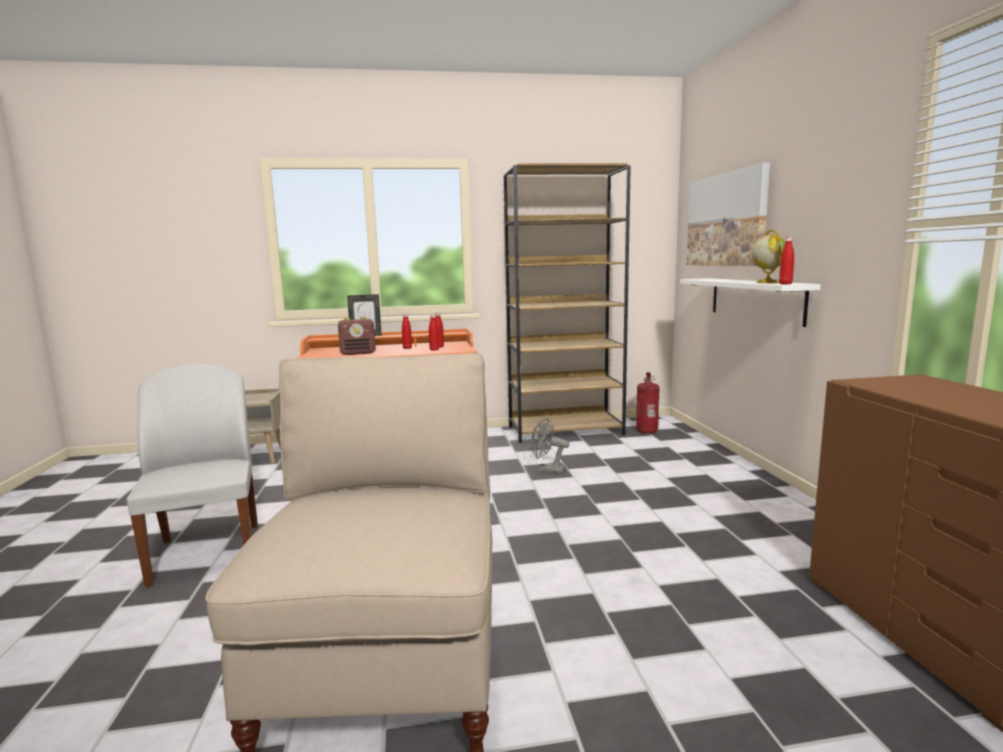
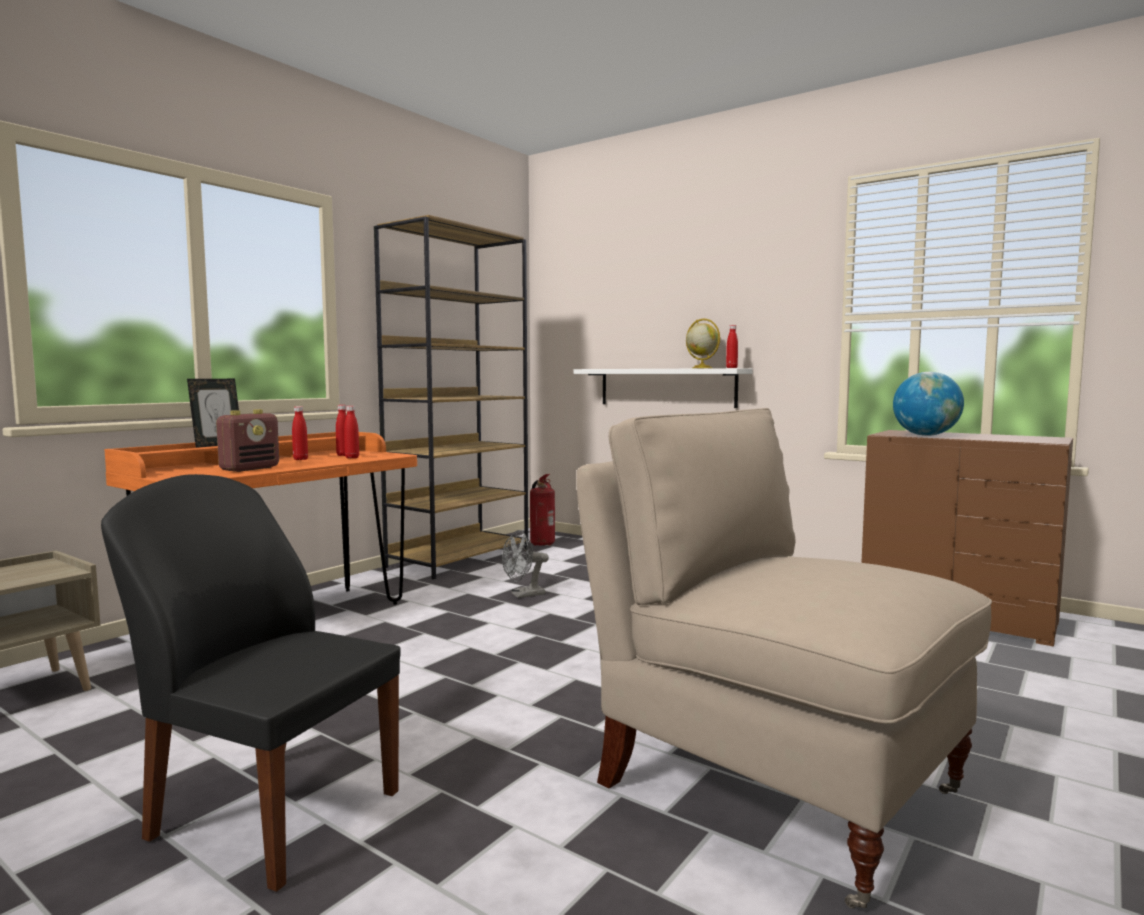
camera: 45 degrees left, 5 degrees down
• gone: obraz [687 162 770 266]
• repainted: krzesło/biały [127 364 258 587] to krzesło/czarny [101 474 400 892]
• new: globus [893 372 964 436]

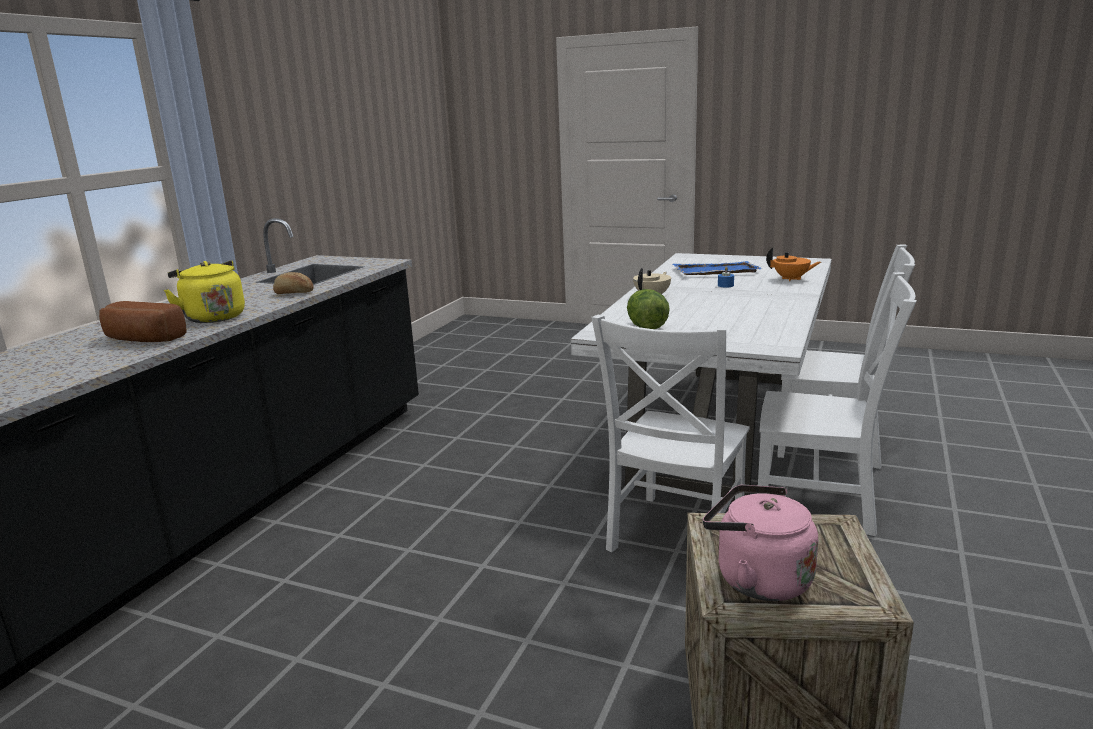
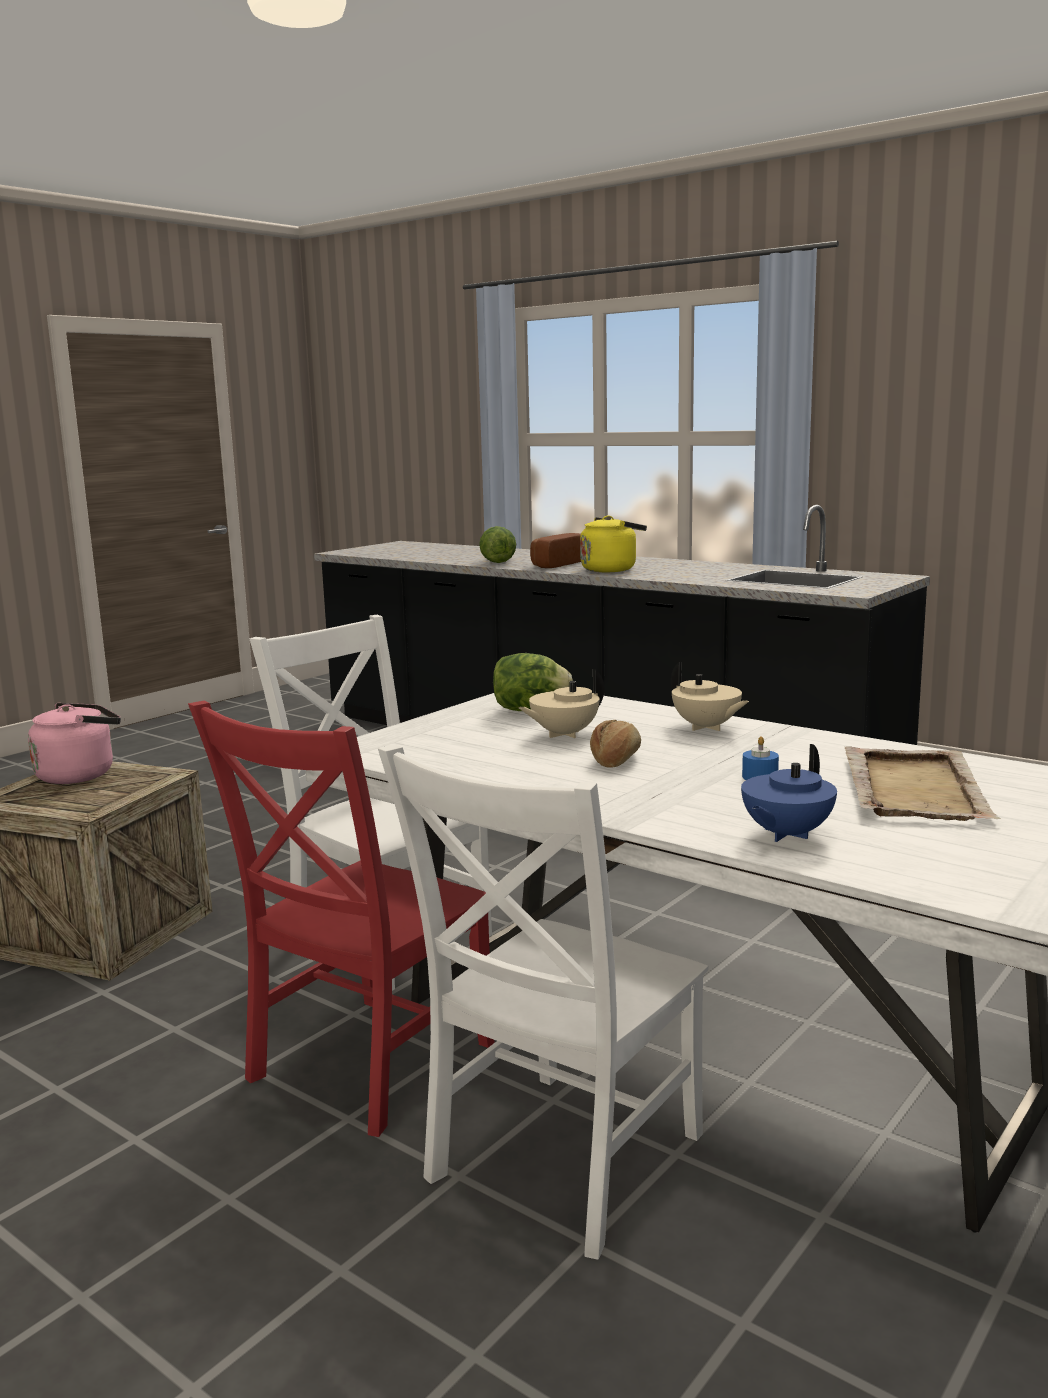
camera: 105 degrees right, 5 degrees down
• repainted: imbryk/pomarańczowy [766 248 821 281] to imbryk/niebieski [741 744 837 842]
• repainted: taca/niebieski [673 261 762 275] to taca/beżowy [845 746 1001 821]
• shifted: chleb [273 272 314 294] to [590 720 641 768]
• repainted: krzesło/biały [757 272 917 536] to krzesło/czerwony [188 701 494 1137]
• new: sałata [479 526 516 563]
• new: imbryk/beżowy [518 669 604 738]

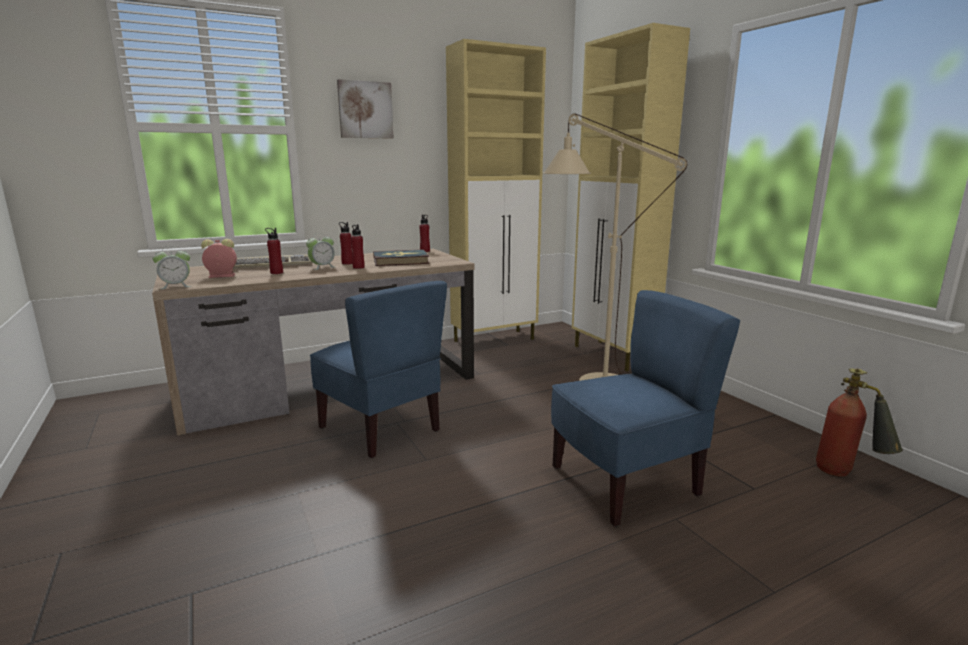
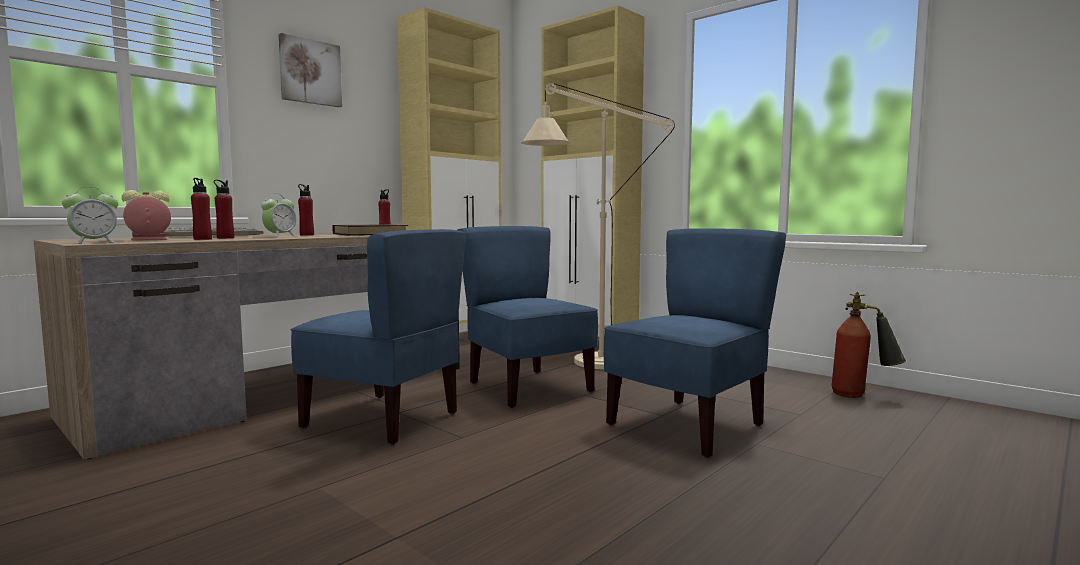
camera: 20 degrees left, 10 degrees down
• shifted: butelka/czerwony [351 224 365 269] to [191 178 212 240]
• new: krzesło/niebieski [457 226 598 408]

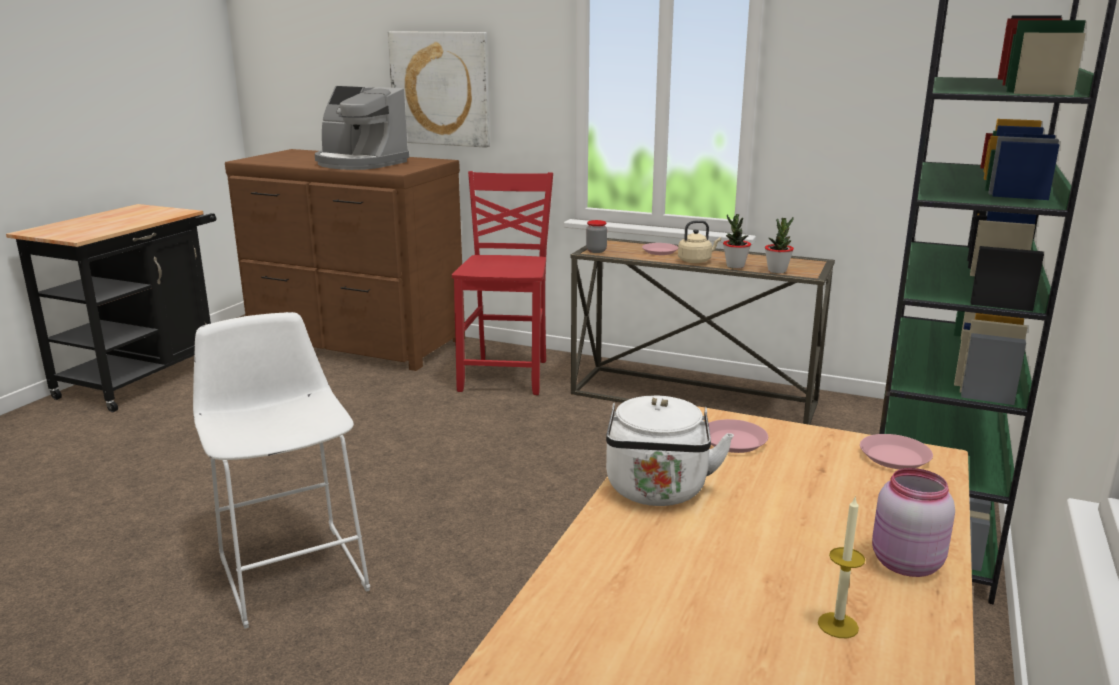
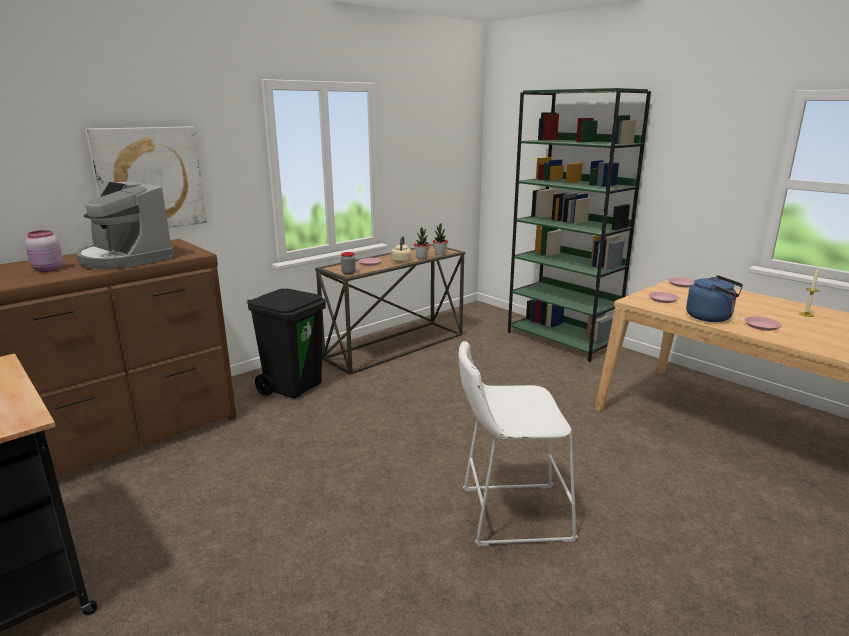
camera: 65 degrees left, 0 degrees up
• rotated: ekspres do kawy [315 86 409 170] = [76 181 174 270] 75 degrees clockwise
• swapped: krzesło/czerwony [452 171 553 395] to kosz na śmieci/czarny [246 288 326 399]
• repainted: czajnik/biały [606 396 734 506] to czajnik/niebieski [686 275 743 322]
• shifted: słoik/różowy [872 468 955 577] to [25 230 63 272]
• new: talerz/różowy [744 317 782 331]

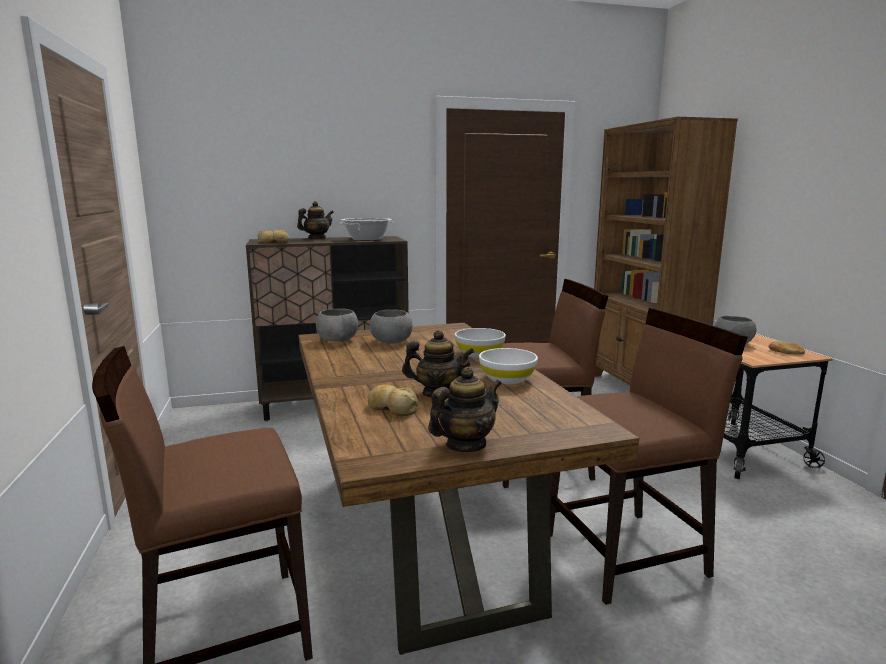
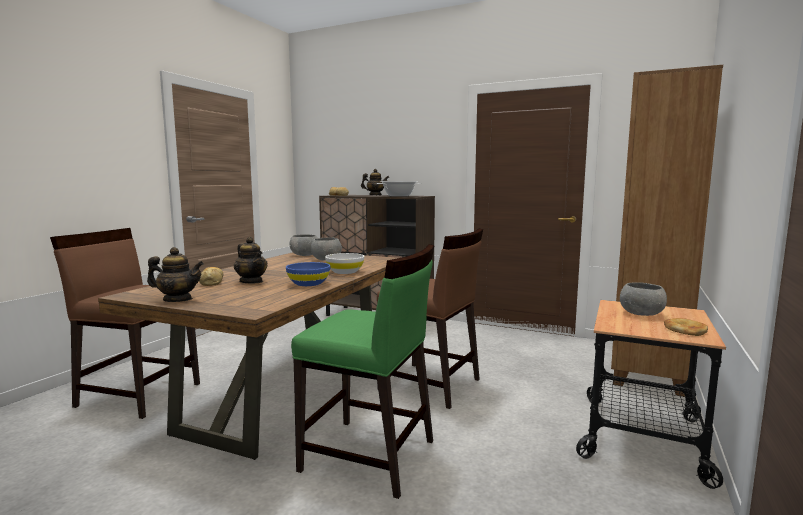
camera: 40 degrees right, 5 degrees down
• repainted: krzesło/brązowy [549 308 748 605] to krzesło/zielony [291 244 435 499]
• repainted: miska/biały [479 348 538 384] to miska/niebieski [286 262 331 286]

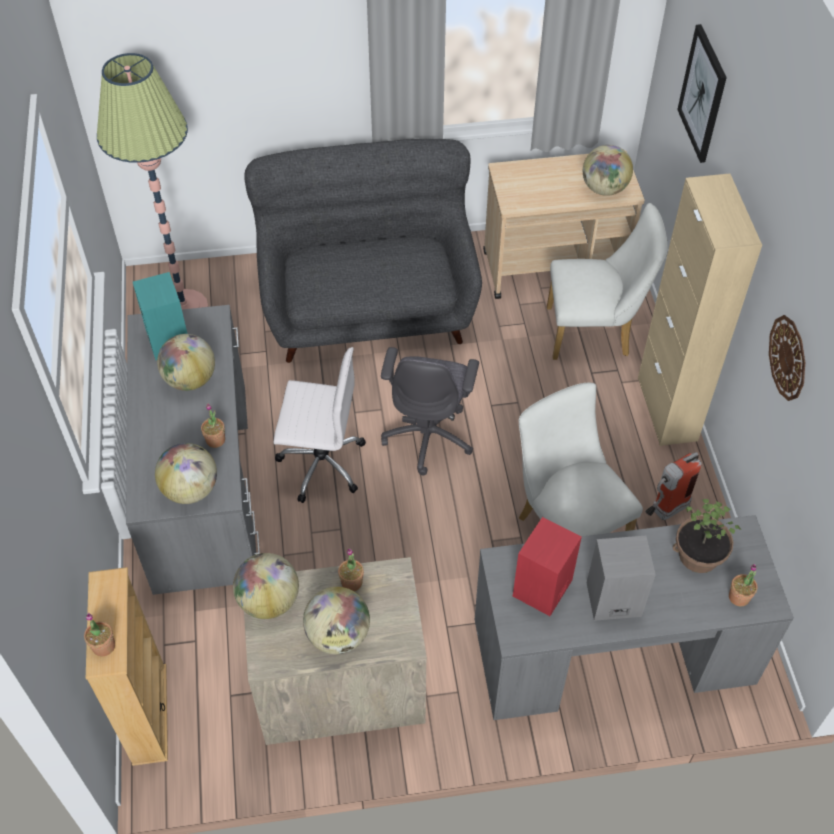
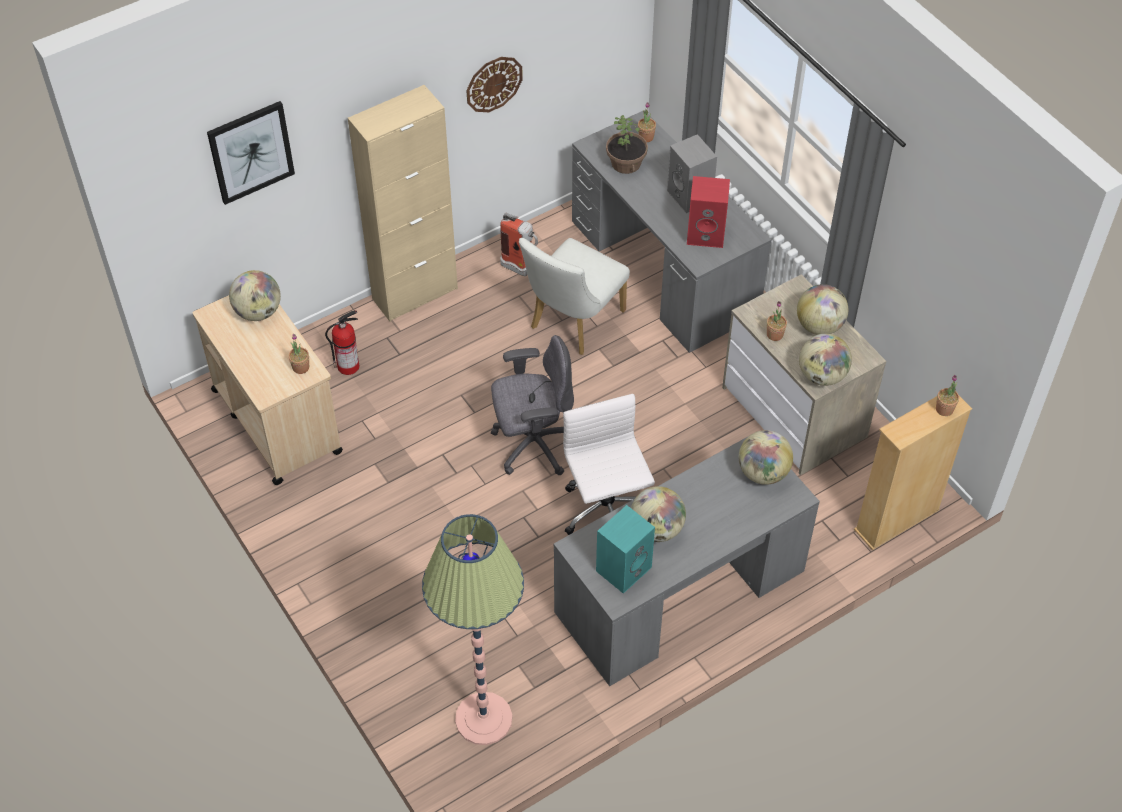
camera: 115 degrees left, 0 degrees up
• gone: kanapa/szary [244 139 482 363]
• swapped: krzesło/biały [547 203 667 360] to gaśnica [325 310 359 375]
• shifted: roślina doniczkowa [201 404 225 448] to [288 334 309 374]

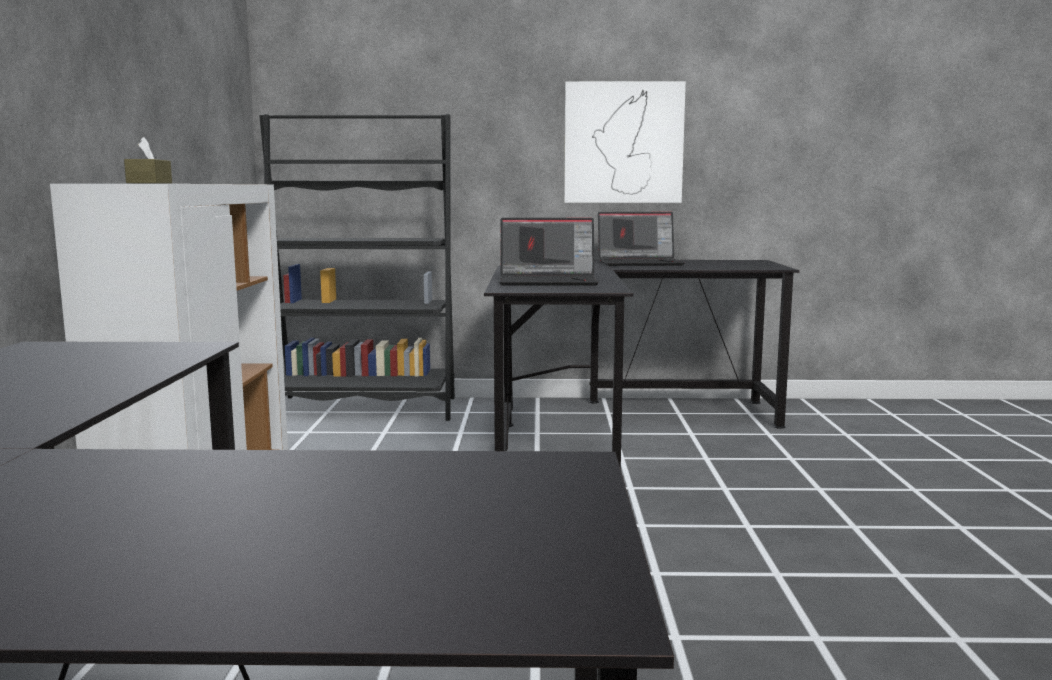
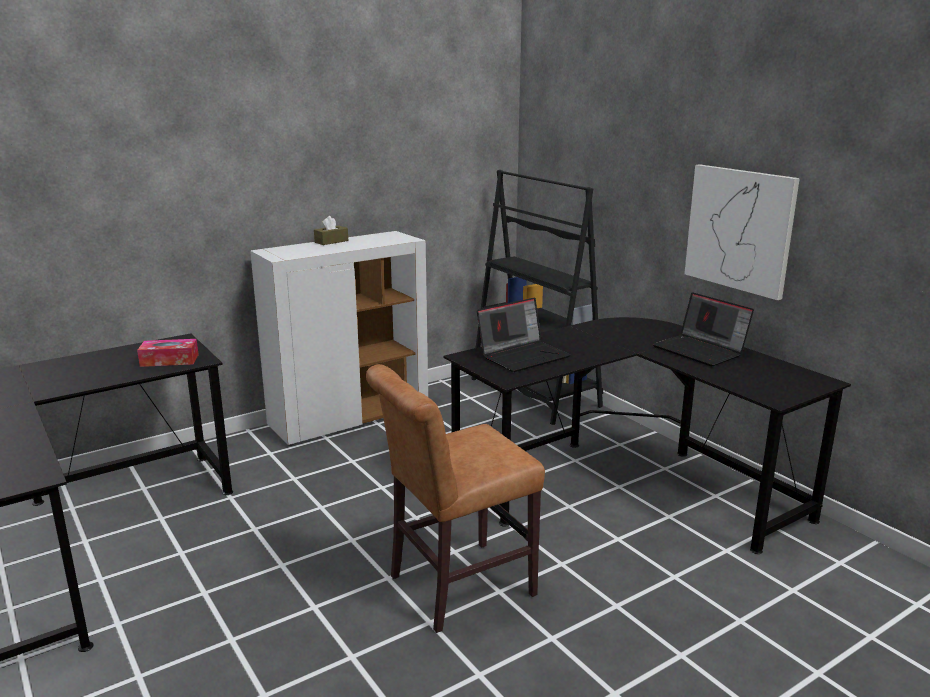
camera: 55 degrees right, 10 degrees up
• rotated: laptop [499 218 599 286] = [477 297 571 372] 90 degrees counterclockwise
• new: pudełko chusteczek [137 339 199 367]
• new: krzesło/brązowy [366 364 545 633]

